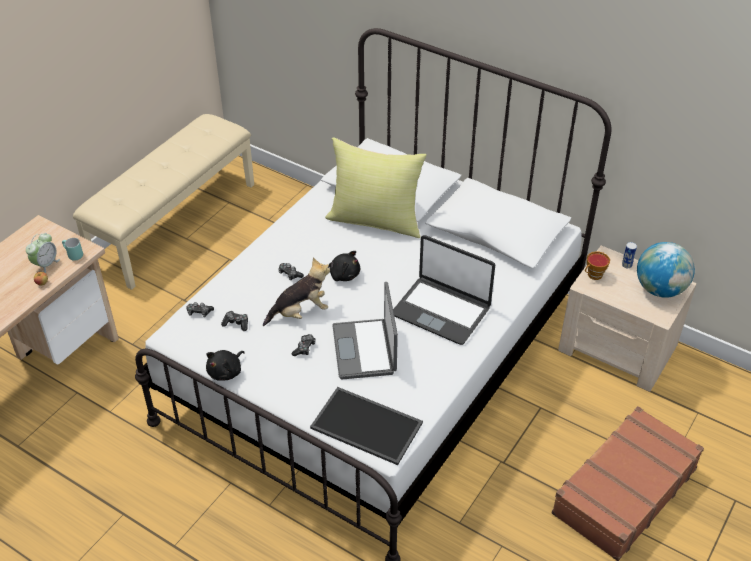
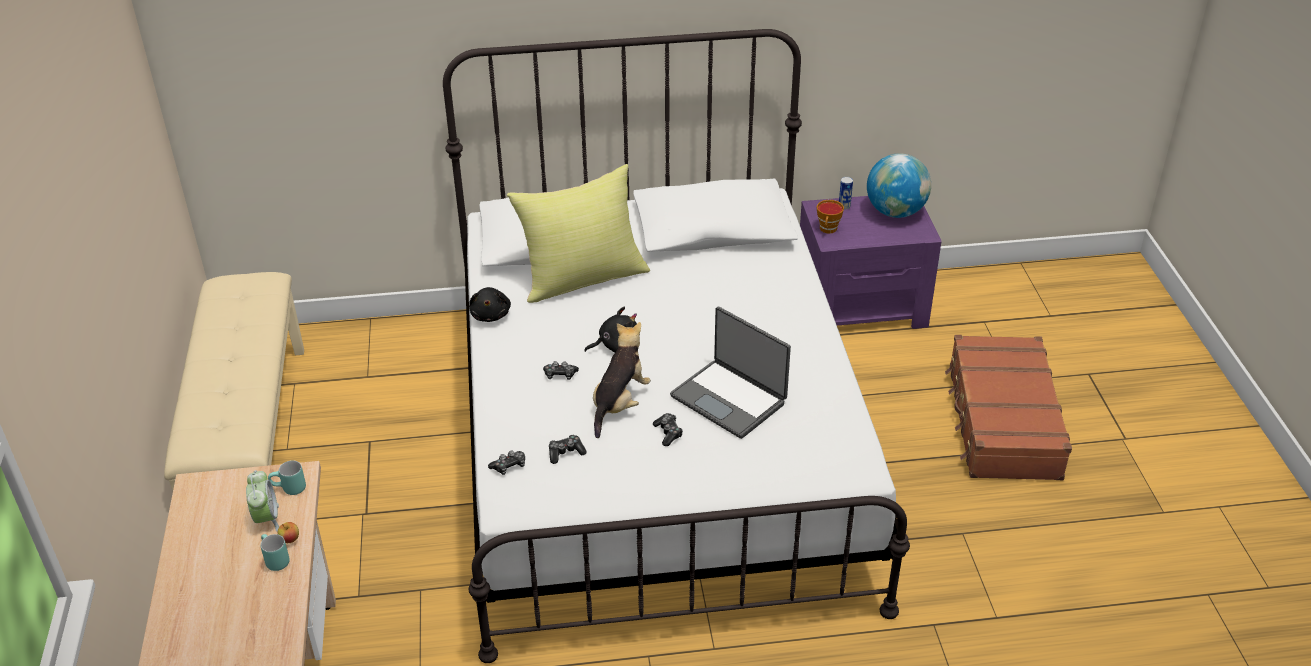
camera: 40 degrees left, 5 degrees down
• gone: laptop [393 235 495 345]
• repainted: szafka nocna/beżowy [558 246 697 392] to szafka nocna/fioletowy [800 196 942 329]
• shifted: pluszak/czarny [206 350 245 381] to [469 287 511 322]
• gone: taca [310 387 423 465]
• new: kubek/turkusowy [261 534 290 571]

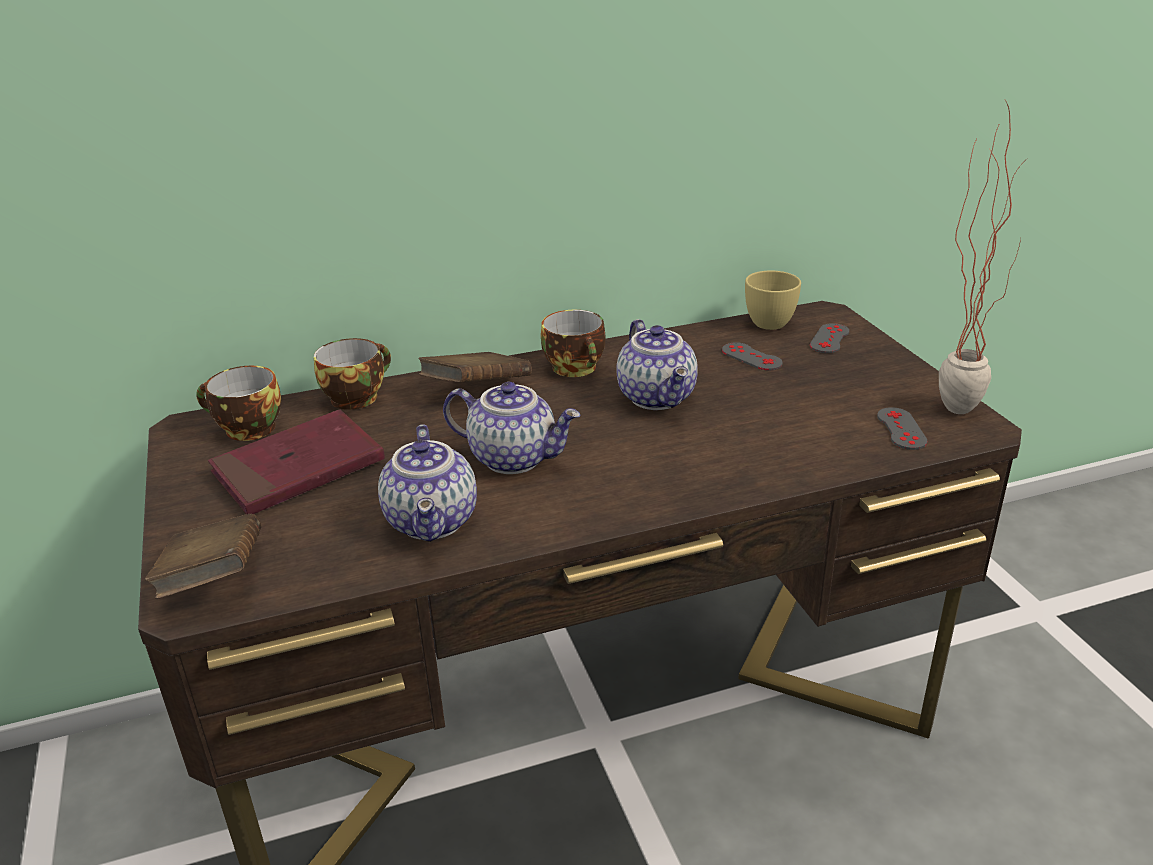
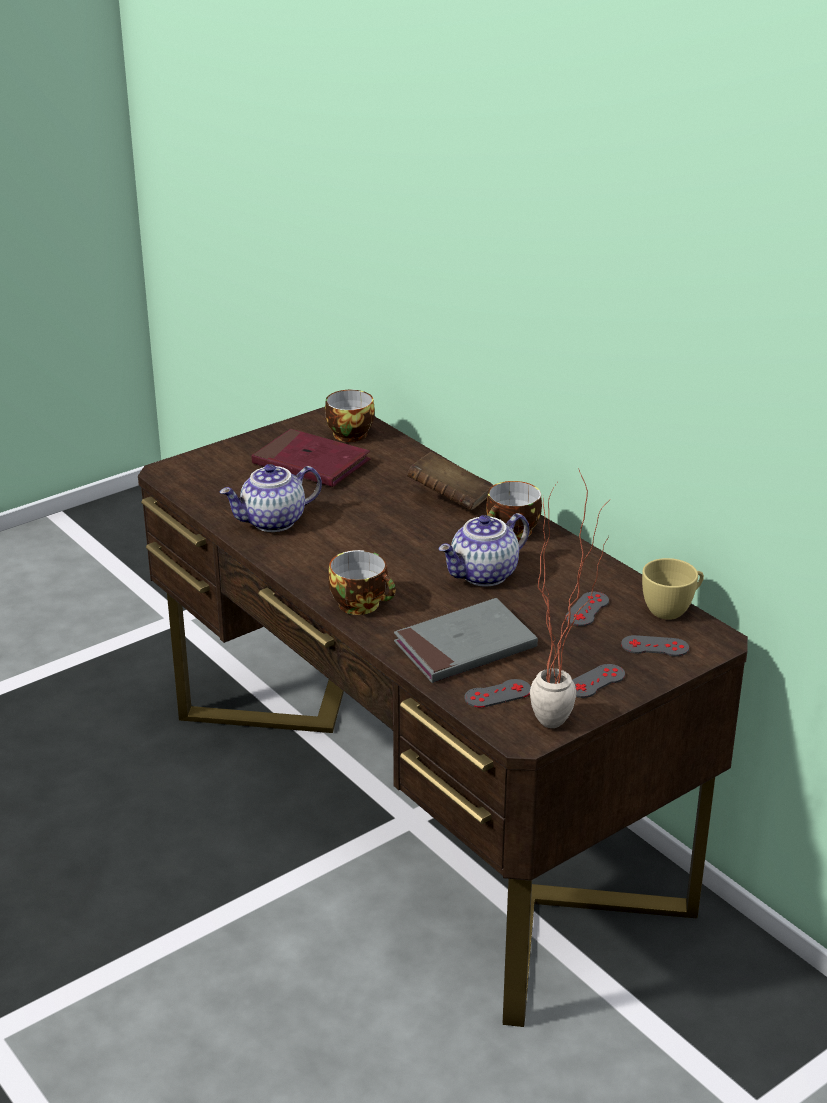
camera: 70 degrees right, 0 degrees up
• shifted: filiżanka [314 338 391 410] to [328 550 396 615]
• gone: imbryk [443 382 581 474]
• gone: książka/brązowy [145 514 262 599]
• new: książka/szary [394 598 538 683]
• new: pad do gier/szary [572 664 625 698]

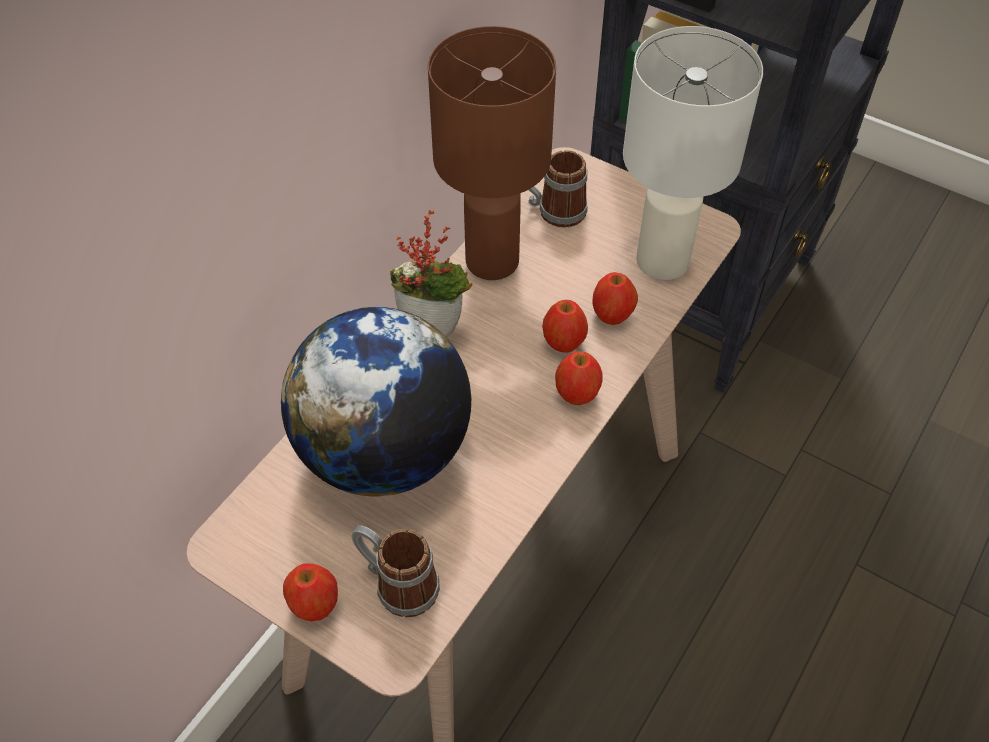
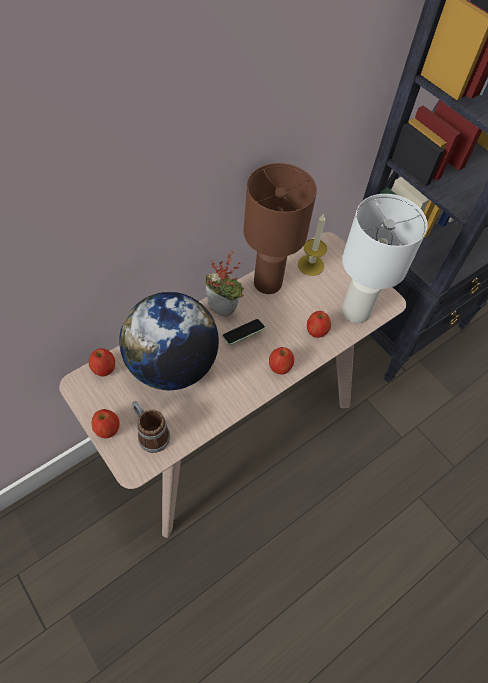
camera: 15 degrees right, 5 degrees up
• swapped: kubek [529 150 587 228] to świeca [298 213 327 276]
• shifted: jabłko [542 300 588 353] to [89 348 115 377]
• new: telefon [222 319 266 345]

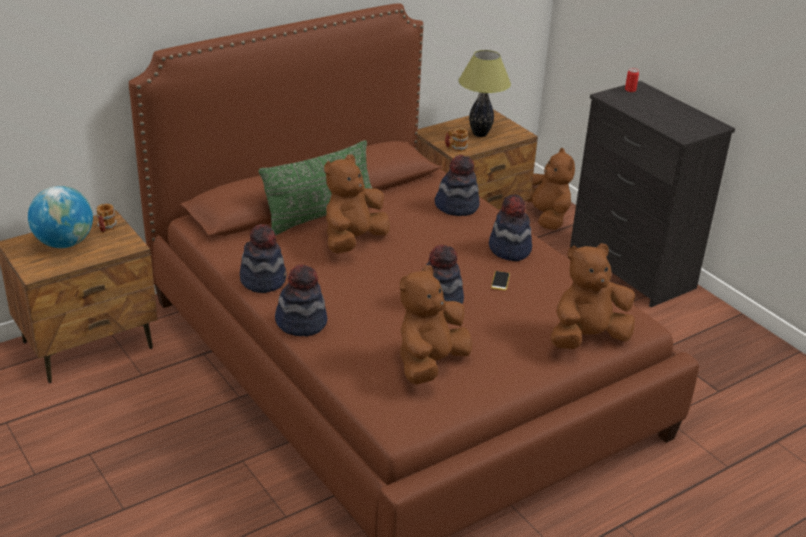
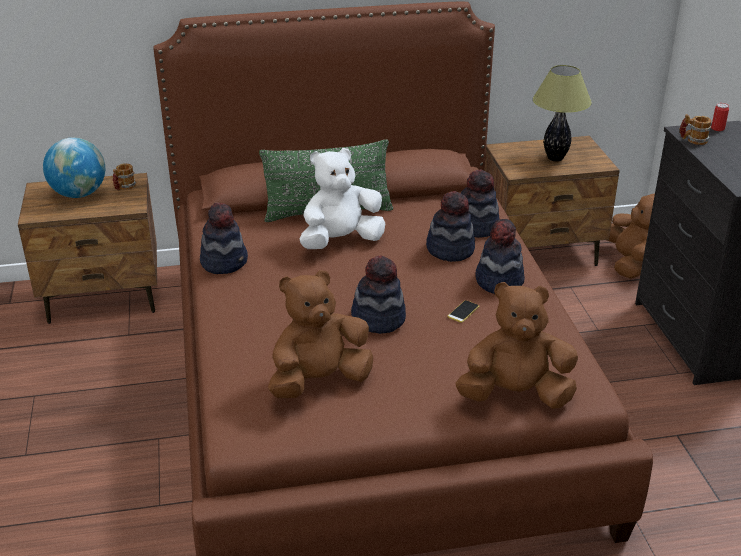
camera: 25 degrees right, 0 degrees up
• shifted: kubek [445 128 468 152] to [680 114 711 145]
• repainted: pluszak/brązowy [324 154 390 254] to pluszak/biały [300 148 386 249]
• shifted: kapelusz [275 264 327 336] to [426 191 475 262]

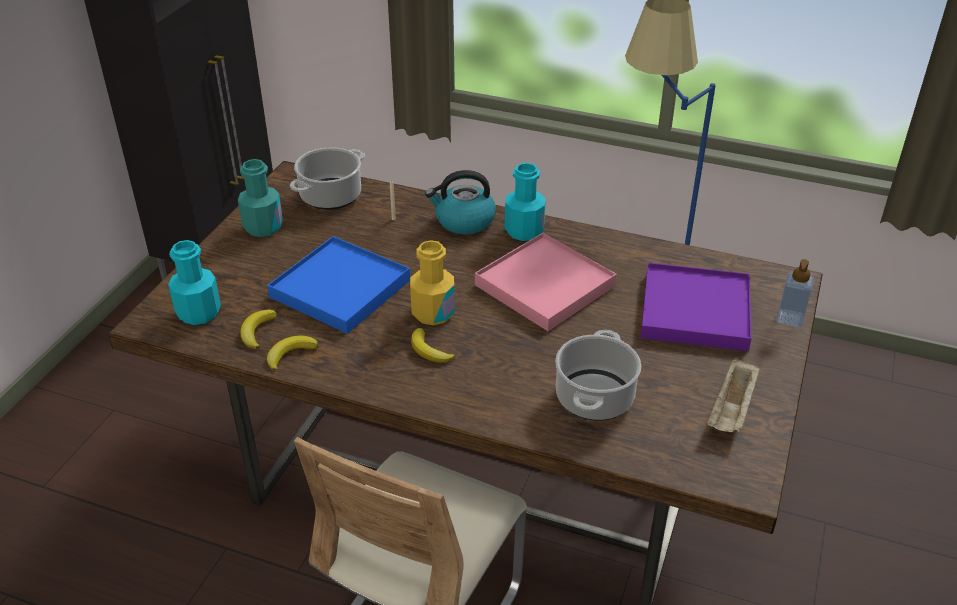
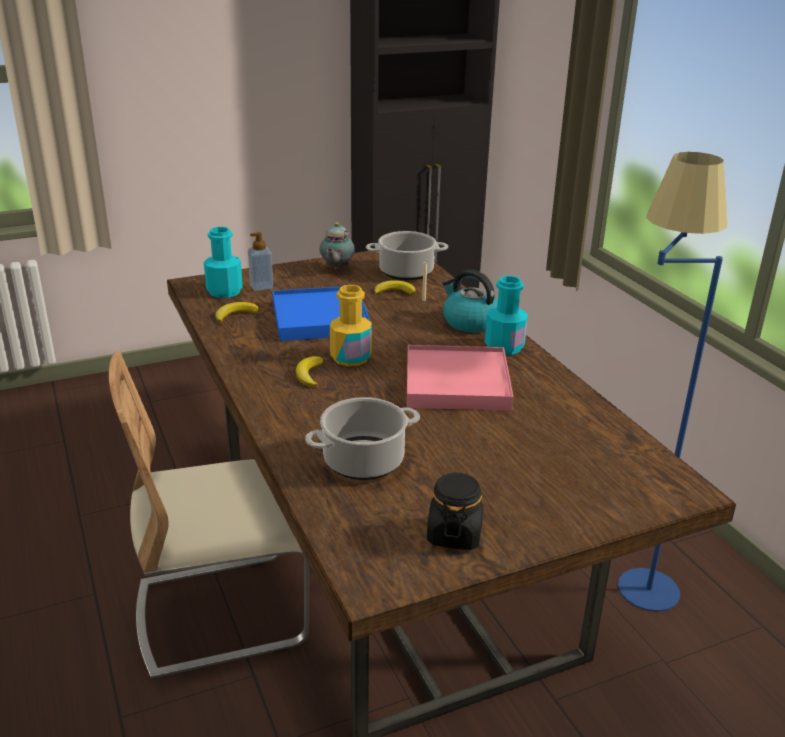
camera: 45 degrees right, 10 degrees down
• swapped: butelka/turkusowy [238 159 283 237] to imbryk [320 222 355 271]
• shifted: dozownik mydła [776 259 814 328] to [248 232 273 291]
• gone: taca/fioletowy [641 263 752 351]
• shifted: banan [267 336 318 372] to [374 280 416 295]
• swapped: taca/beżowy [707 357 760 432] to słoik/czarny [427 472 484 550]

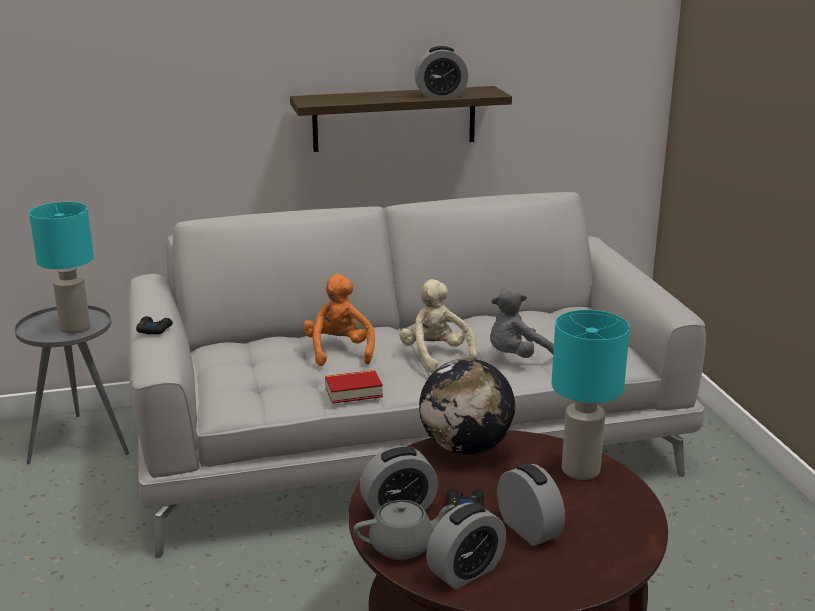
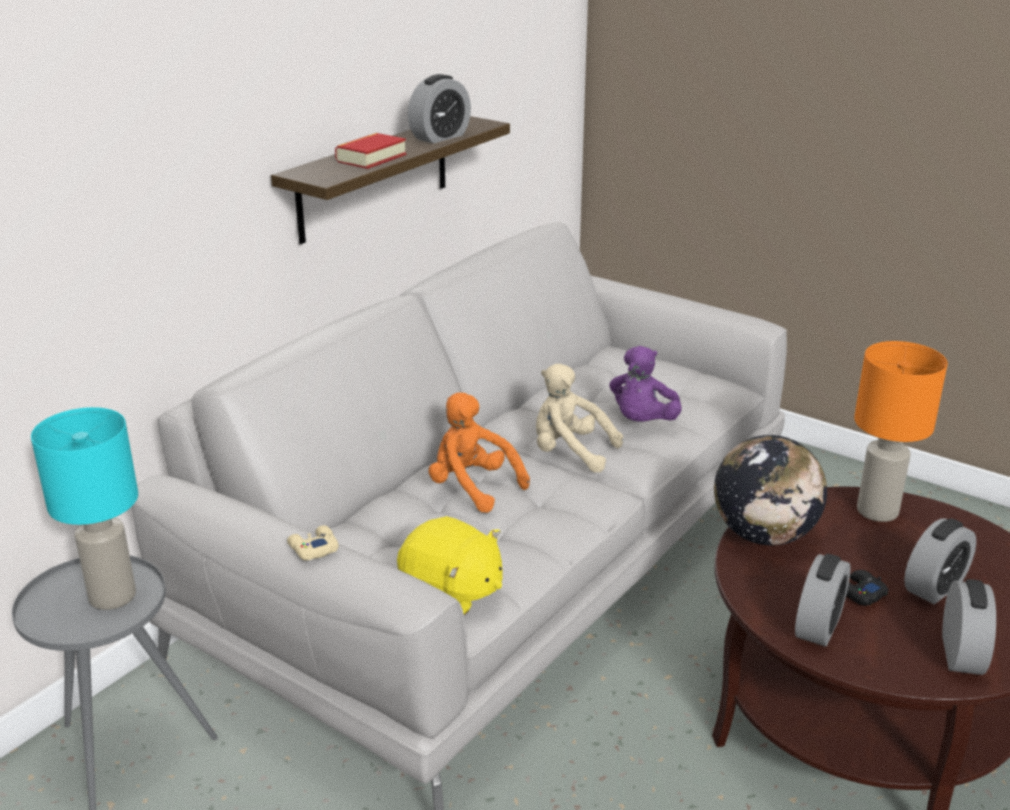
camera: 40 degrees left, 5 degrees up
• repainted: pluszak/szary [490 286 554 358] to pluszak/fioletowy [609 346 682 422]
• repainted: lampa stołowa/turkusowy [551 310 630 480] to lampa stołowa/pomarańczowy [854 341 948 522]
• repainted: pad do gier/czarny [136 316 173 334] to pad do gier/beżowy [287 525 339 560]
• shifted: książka [325 370 383 404] to [335 133 407 169]
• rotated: budzik [497 463 565 546] = [904 518 976 604] 120 degrees clockwise
• gone: imbryk/szary [354 500 455 560]
• new: pluszak/żółty [397 516 503 616]

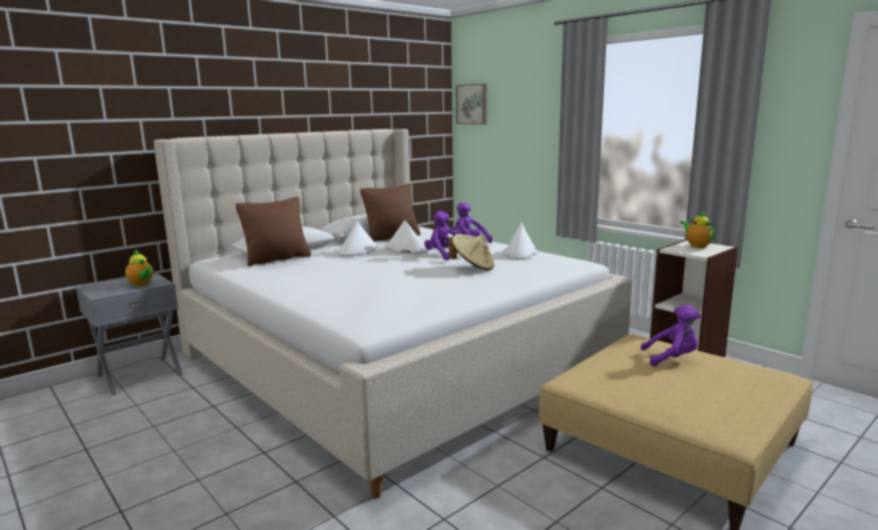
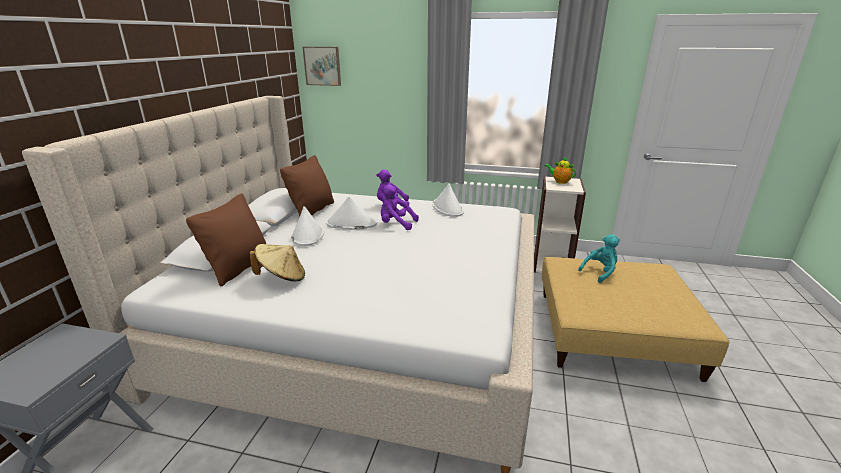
camera: 35 degrees left, 10 degrees up
• shifted: kapelusz/beżowy [449 234 494 271] to [250 244 305 281]
• gone: imbryk [125 250 153 286]
• repainted: pluszak/fioletowy [641 305 701 366] to pluszak/turkusowy [578 234 620 283]

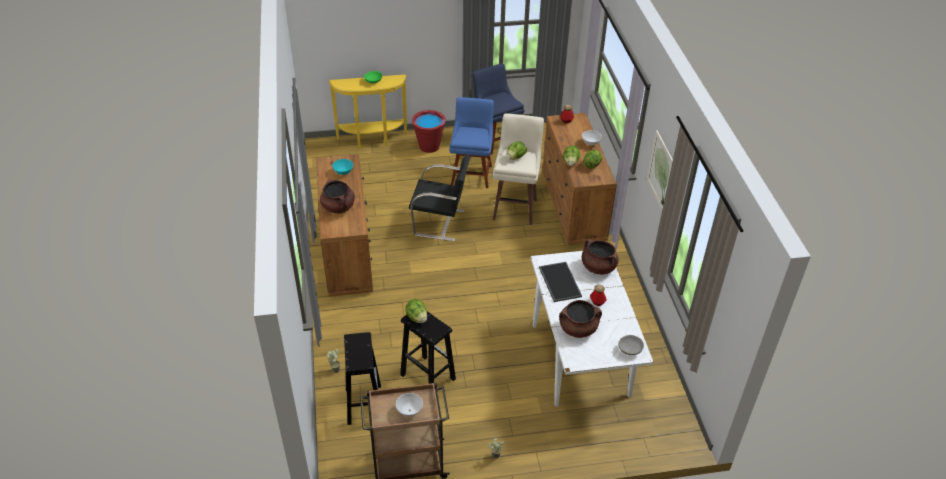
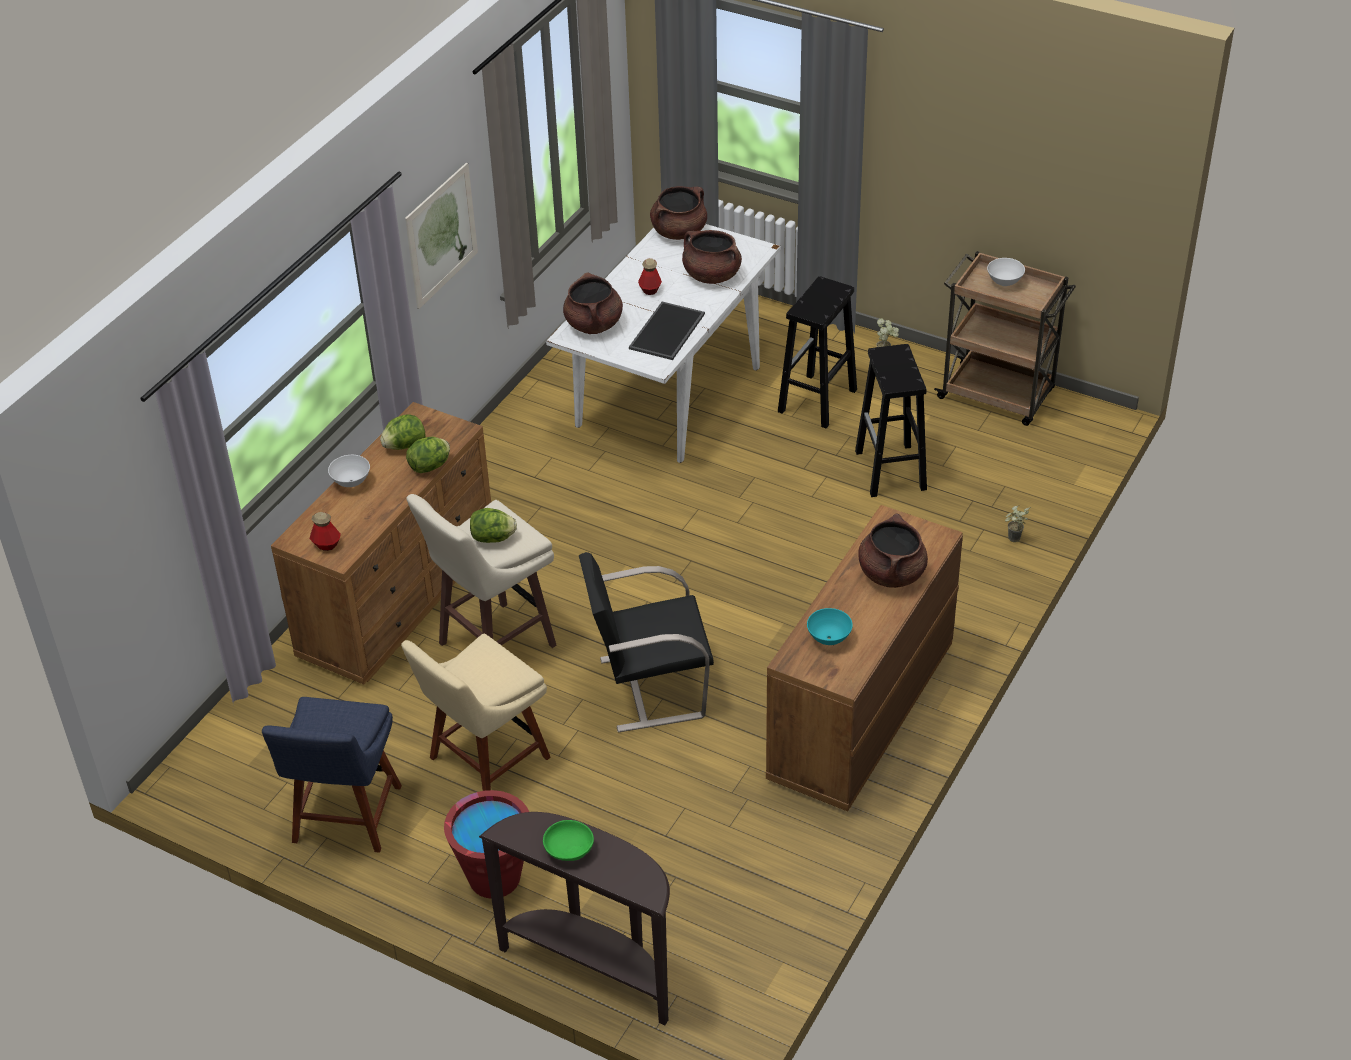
camera: 140 degrees left, 0 degrees up
• repainted: stolik konsolowy/żółty [329 74 407 148] to stolik konsolowy/brązowy [479 812 670 1025]
• repainted: krzesło/niebieski [449 97 494 188] to krzesło/beżowy [401 634 551 791]
• rotated: krzesło/czarny [409 155 471 241] = [579 552 714 733] 60 degrees counterclockwise
• gone: sałata [405 298 427 323]
• shifted: stołek/czarny [344 332 381 425] to [778 276 857 429]
• swapped: miska/szary [618 335 644 355] to garnek/brązowy [650 186 707 240]

